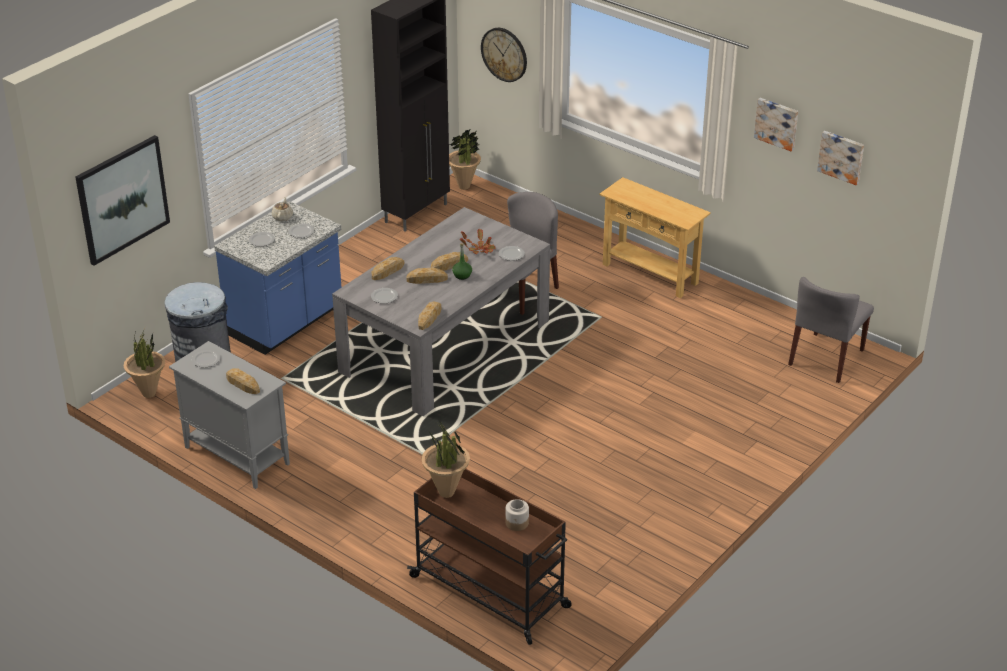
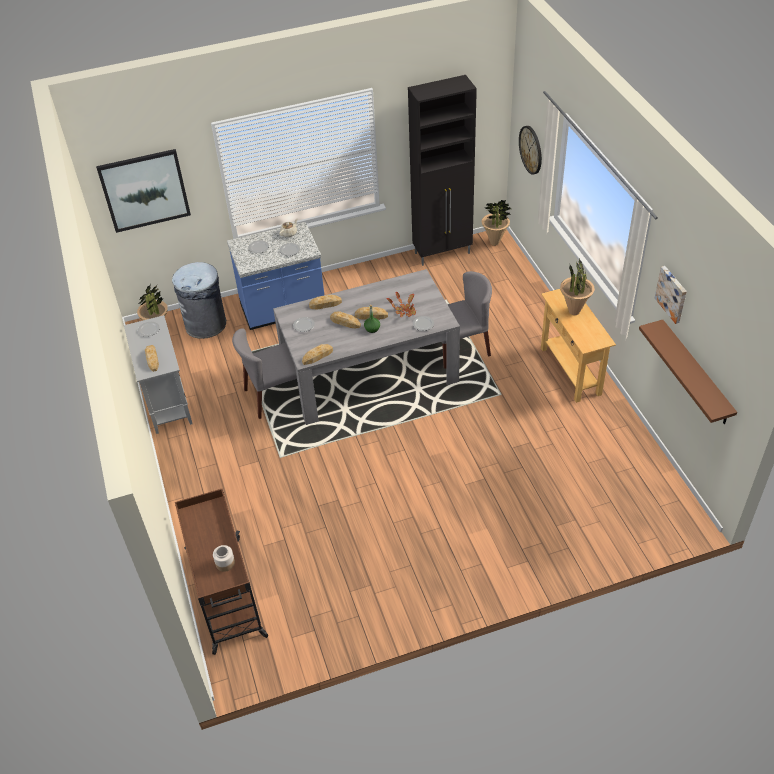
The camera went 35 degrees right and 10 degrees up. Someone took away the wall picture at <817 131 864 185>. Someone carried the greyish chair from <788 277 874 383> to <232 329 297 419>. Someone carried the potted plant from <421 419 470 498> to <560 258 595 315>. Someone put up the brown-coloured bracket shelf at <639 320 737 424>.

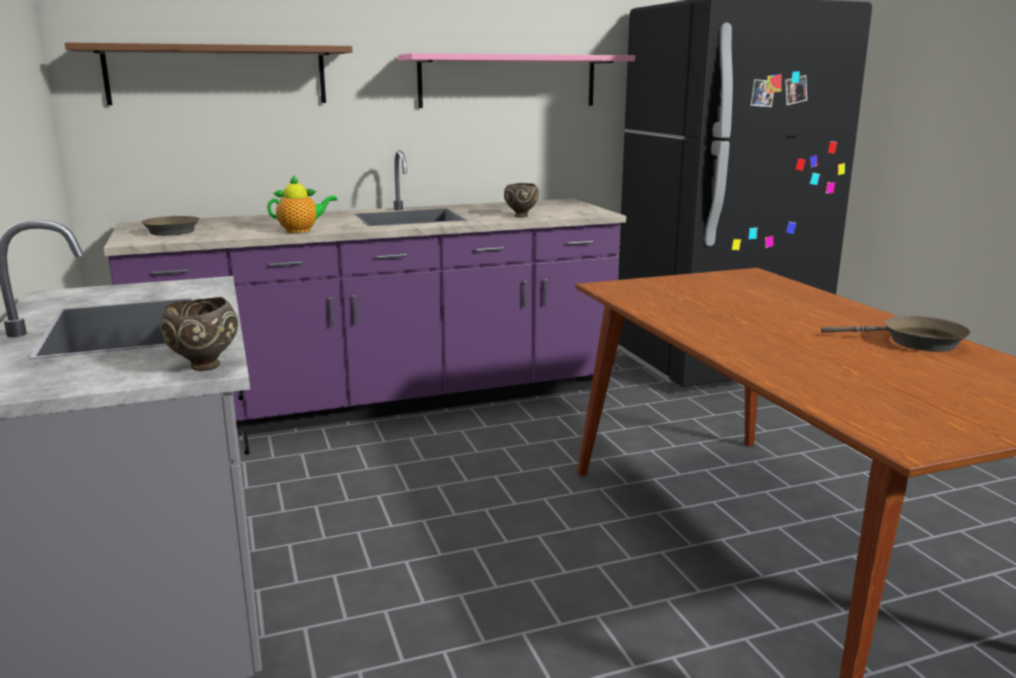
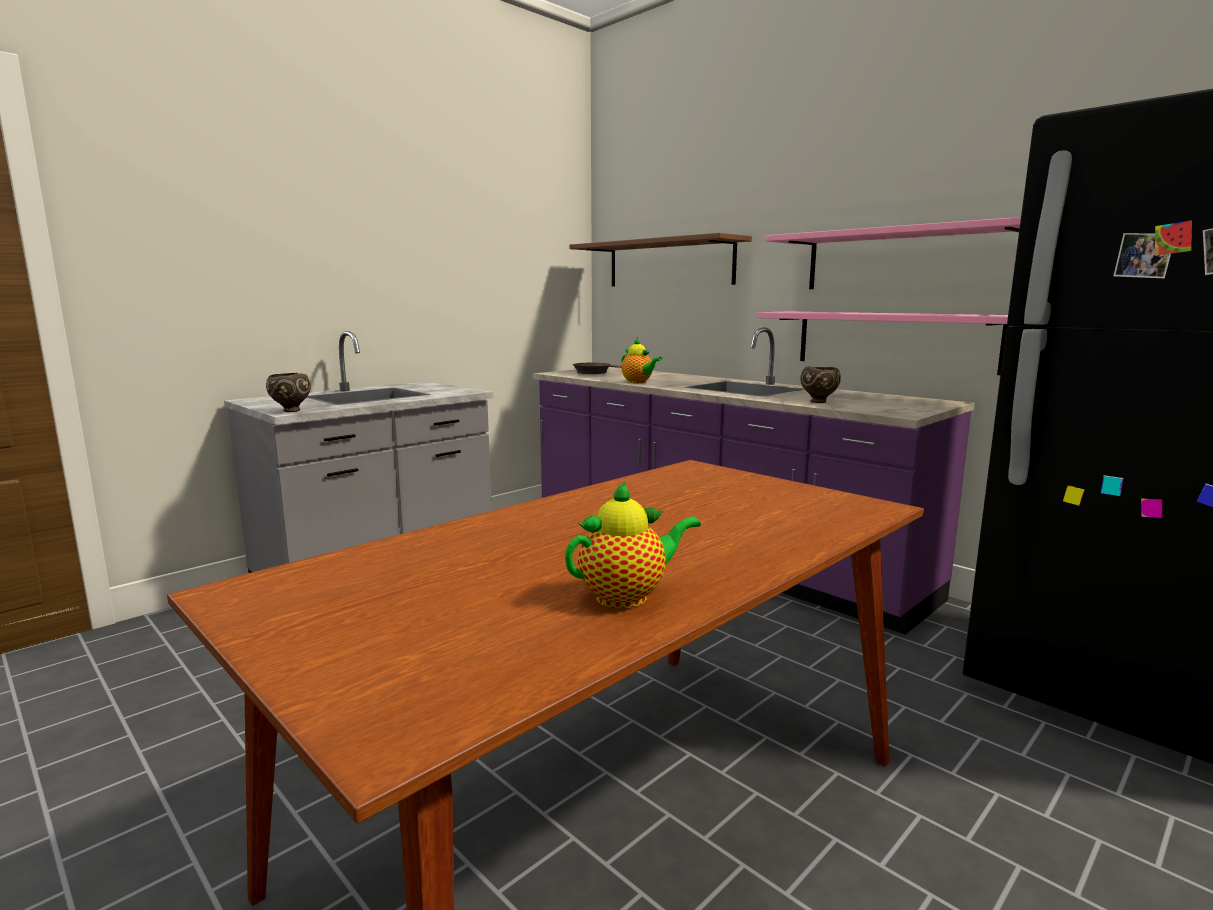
The camera went 65 degrees right and 5 degrees down. Someone swapped the brown-coloured frying pan at <821 316 970 352> for the teapot at <565 481 701 608>. Someone put up the pink bracket shelf at <757 311 1009 375>.

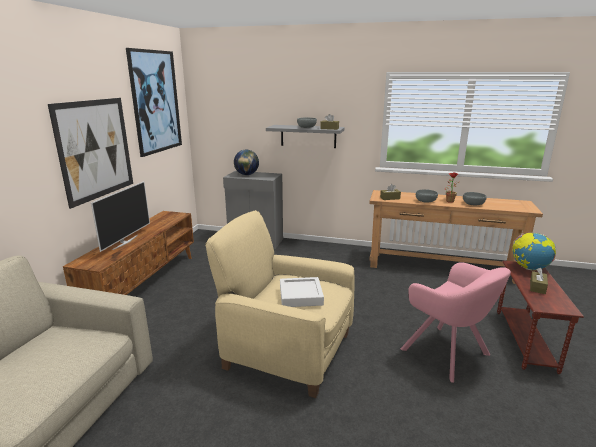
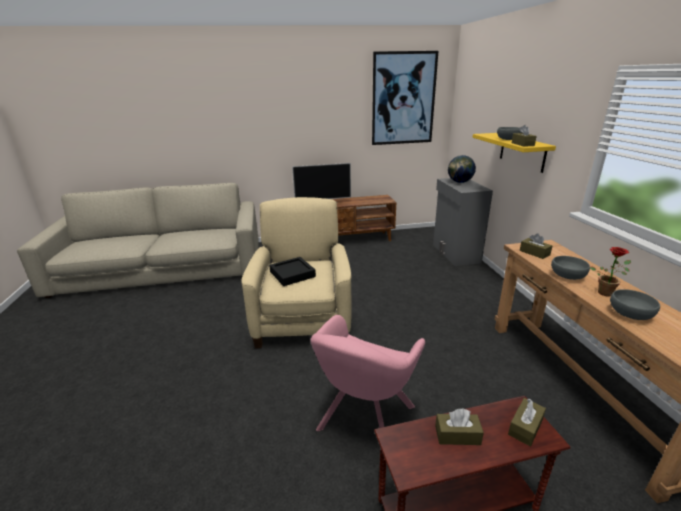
The camera went 65 degrees right and 5 degrees up. Someone took away the wall picture at <48 98 133 209>. Someone repainted the greyish bracket shelf at <266 125 345 148>, which became the yellow-coloured bracket shelf at <473 133 556 173>. Someone swapped the desk globe at <512 233 556 270> for the brown-coloured tissue holder at <508 398 546 447>. Someone repainted the white-coloured tray at <280 277 324 307>, which became the black tray at <269 257 316 286>.

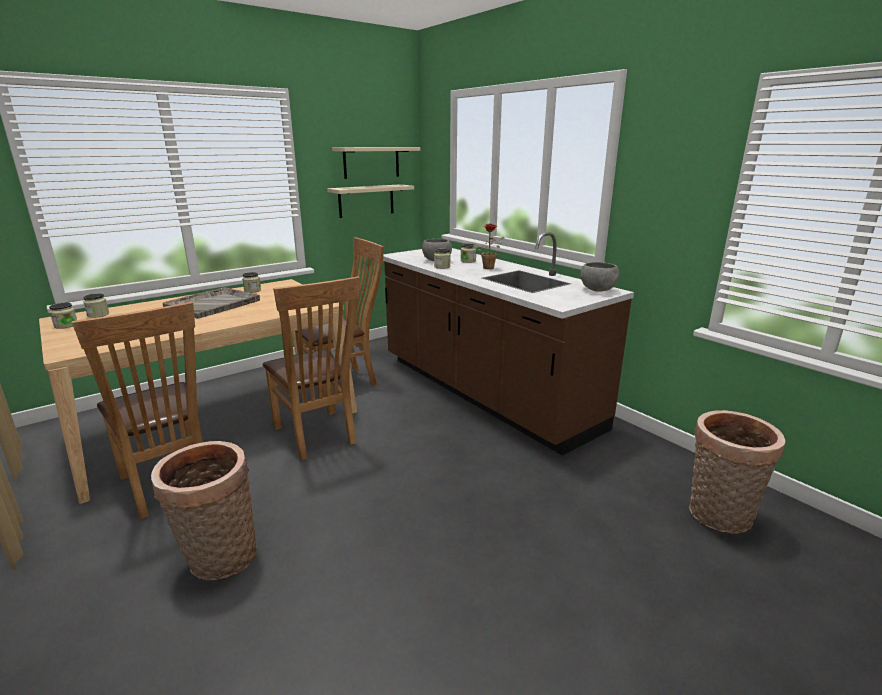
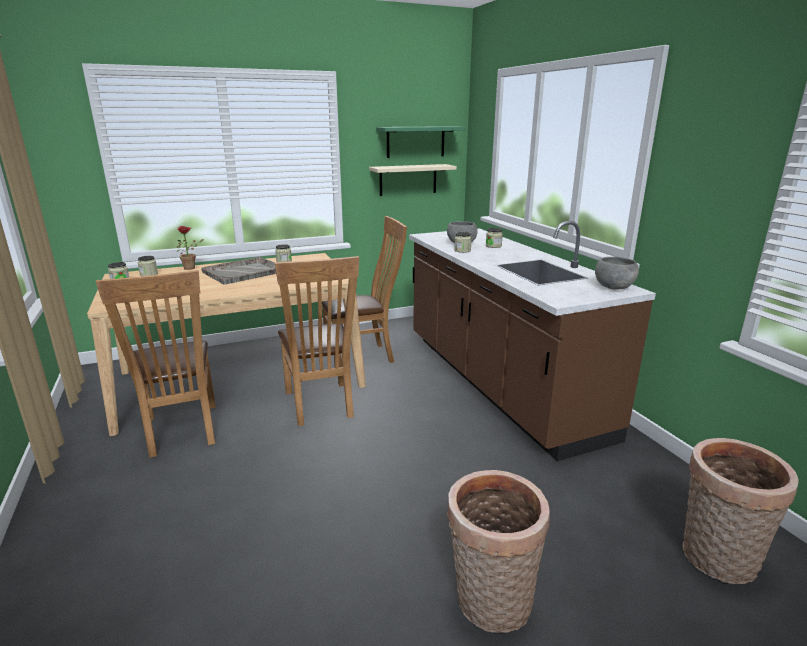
The camera went 15 degrees right and 0 degrees up. Someone repainted the beige bracket shelf at <332 147 420 179>, which became the green bracket shelf at <376 126 465 158>. Someone carried the potted plant from <473 224 504 269> to <177 226 204 270>. Someone carried the storage basket from <151 441 257 581> to <447 470 550 633>.

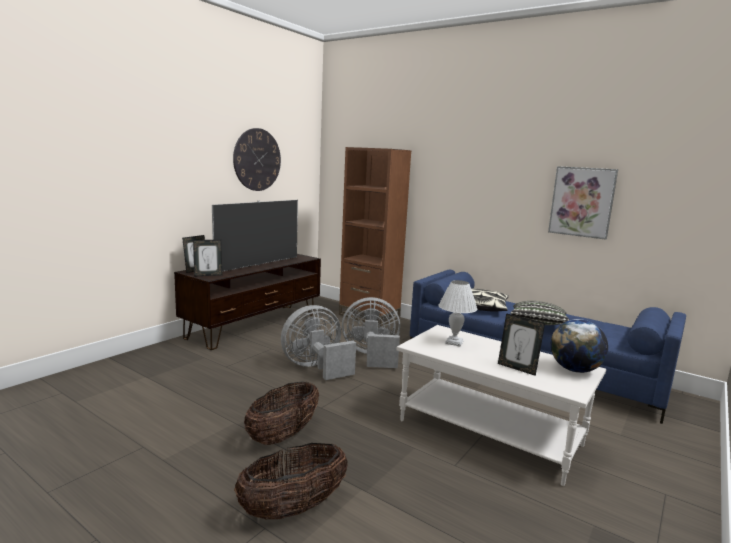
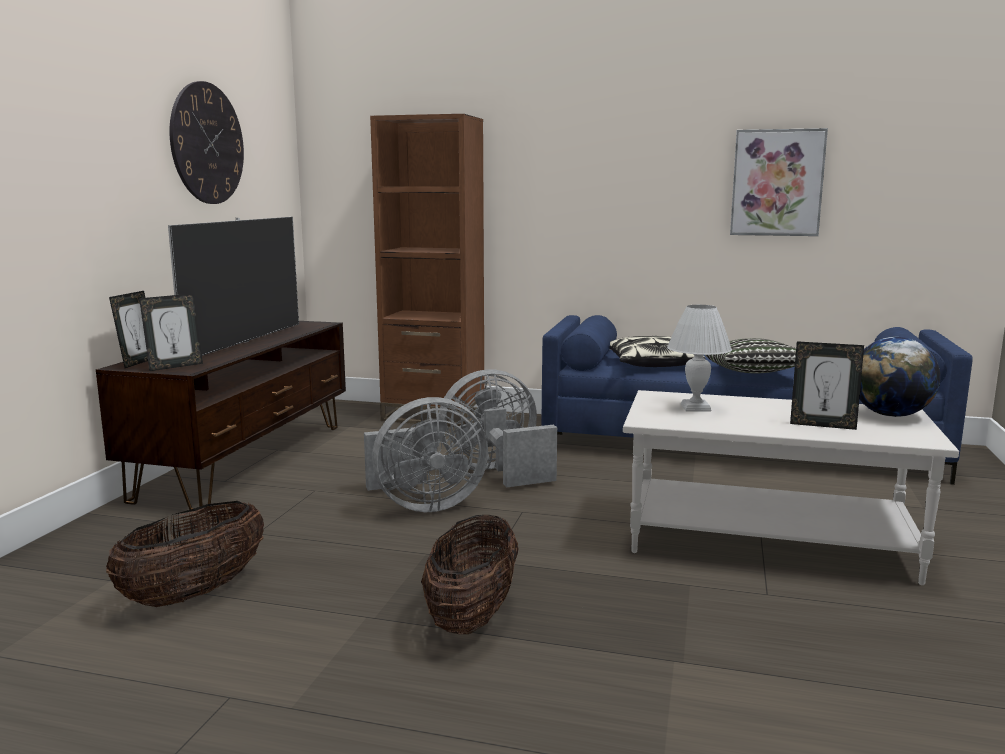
The camera went 20 degrees left and 0 degrees up. Someone rotated the greyish cooling fan at <281 305 356 380> by 150 degrees counterclockwise. Someone carried the storage basket from <234 443 348 519> to <106 501 264 607>.

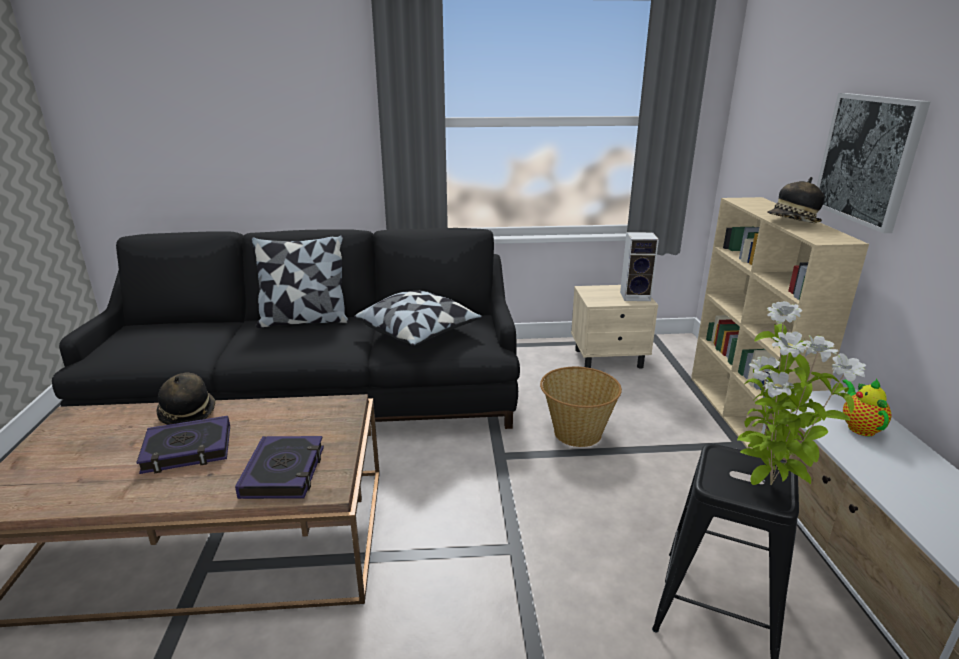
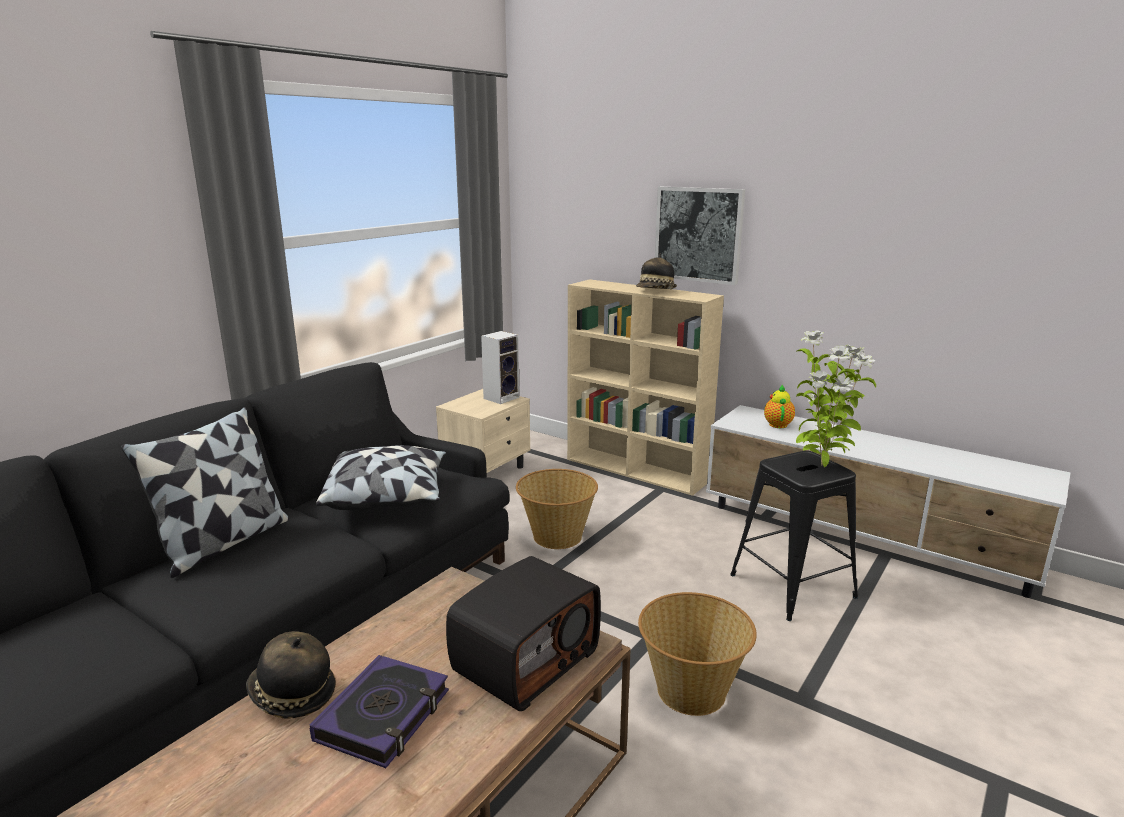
The camera went 50 degrees left and 5 degrees down. Someone rotated the teapot at <843 378 892 436> by 60 degrees clockwise. Someone swapped the book at <235 436 324 499> for the radio receiver at <446 556 601 711>. Someone put down the storage basket at <638 592 757 716>.

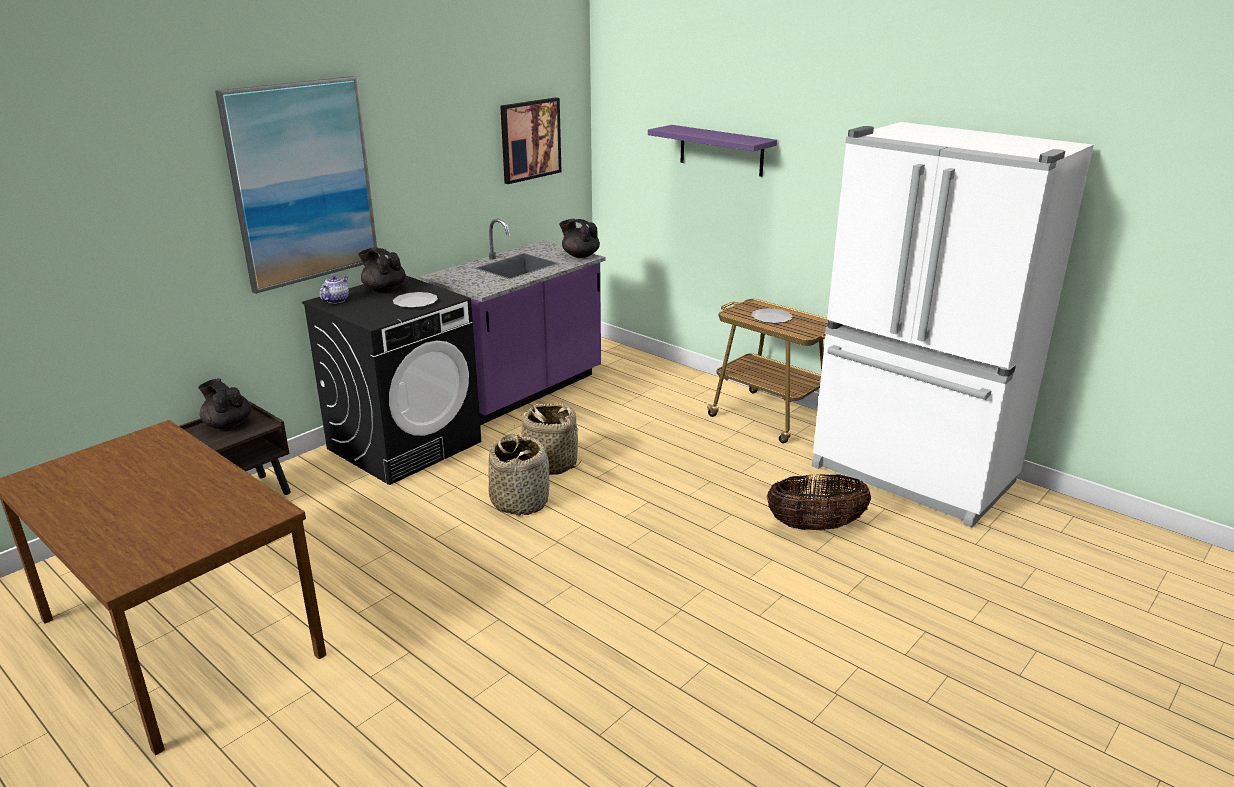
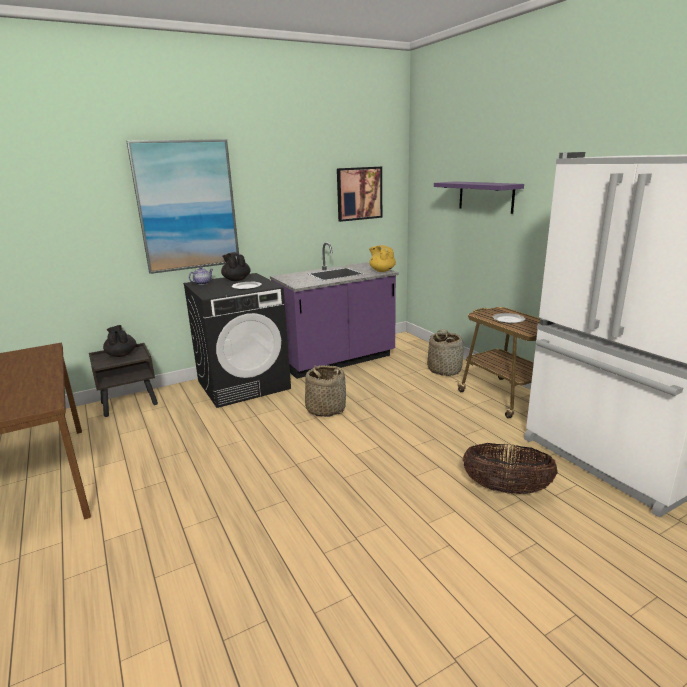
The camera went 20 degrees right and 5 degrees down. Someone repainted the black teapot at <559 219 600 258>, which became the yellow-coloured teapot at <369 245 396 272>. Someone carried the storage basket from <488 434 549 516> to <427 329 464 376>.

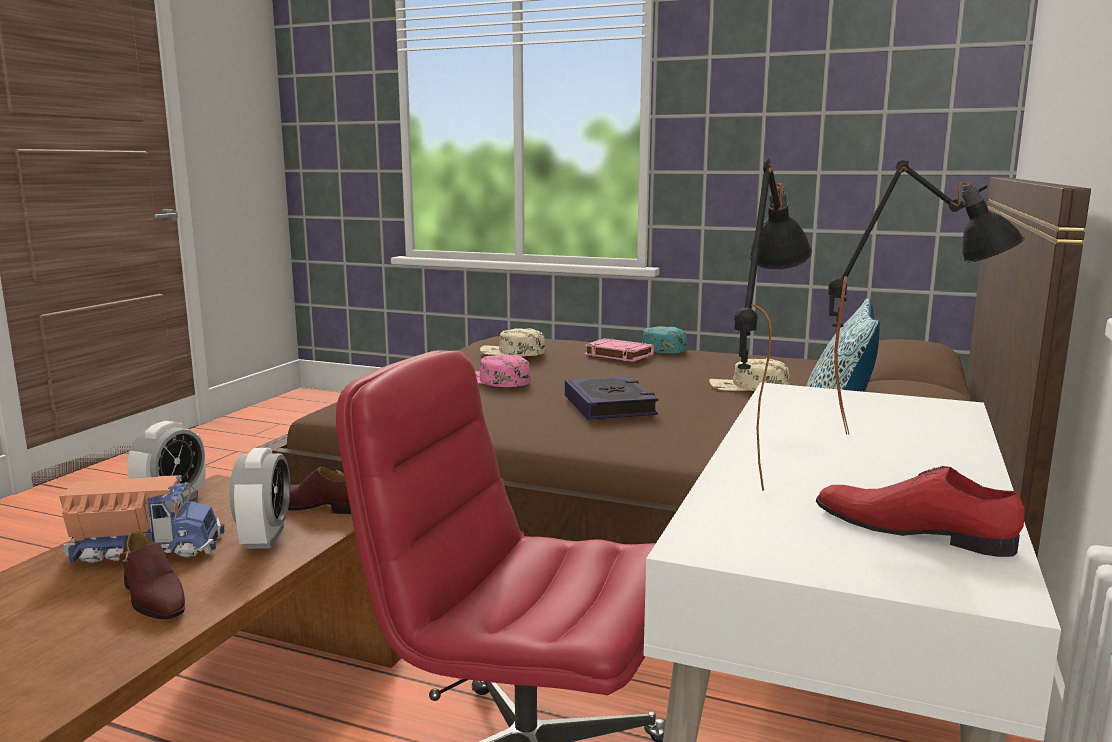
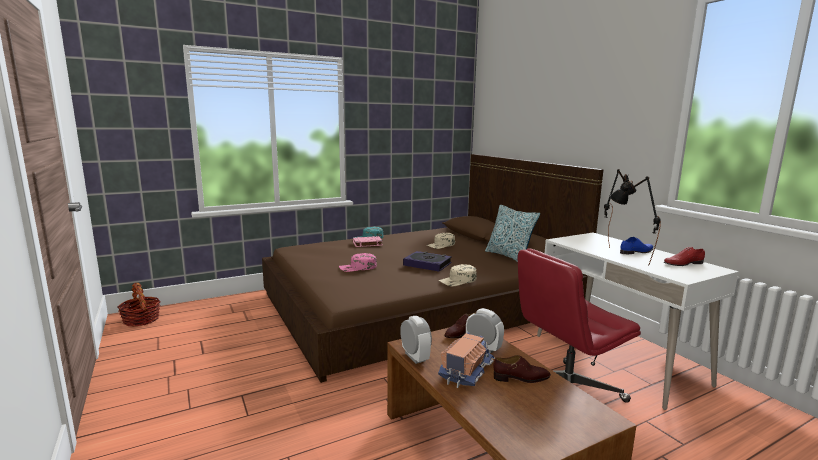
The camera went 50 degrees left and 0 degrees up. Someone carried the beige baseball cap from <480 328 546 356> to <439 264 477 286>. Someone put down the blue low shoe at <620 237 653 254>. Someone put down the storage basket at <118 283 161 326>.

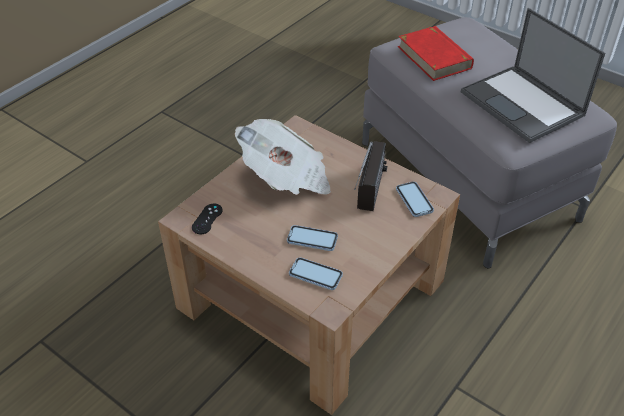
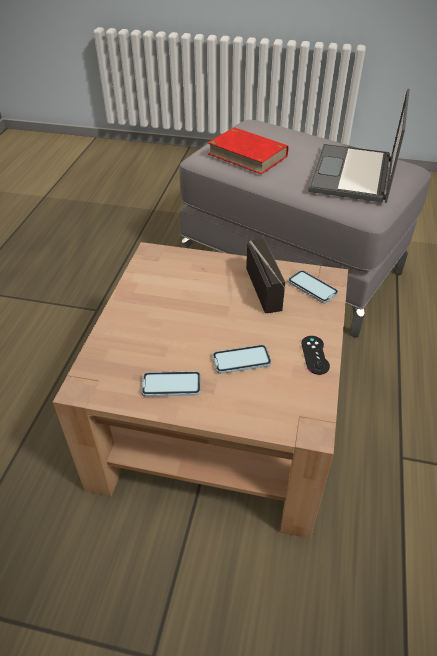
The camera went 25 degrees left and 0 degrees up. Someone rotated the notebook computer at <461 8 605 143> by 75 degrees clockwise. Someone took away the newspaper at <235 119 331 195>. Someone carried the black joypad from <192 204 223 234> to <301 336 330 375>. Someone carried the telephone from <289 257 343 290> to <141 371 201 397>.

